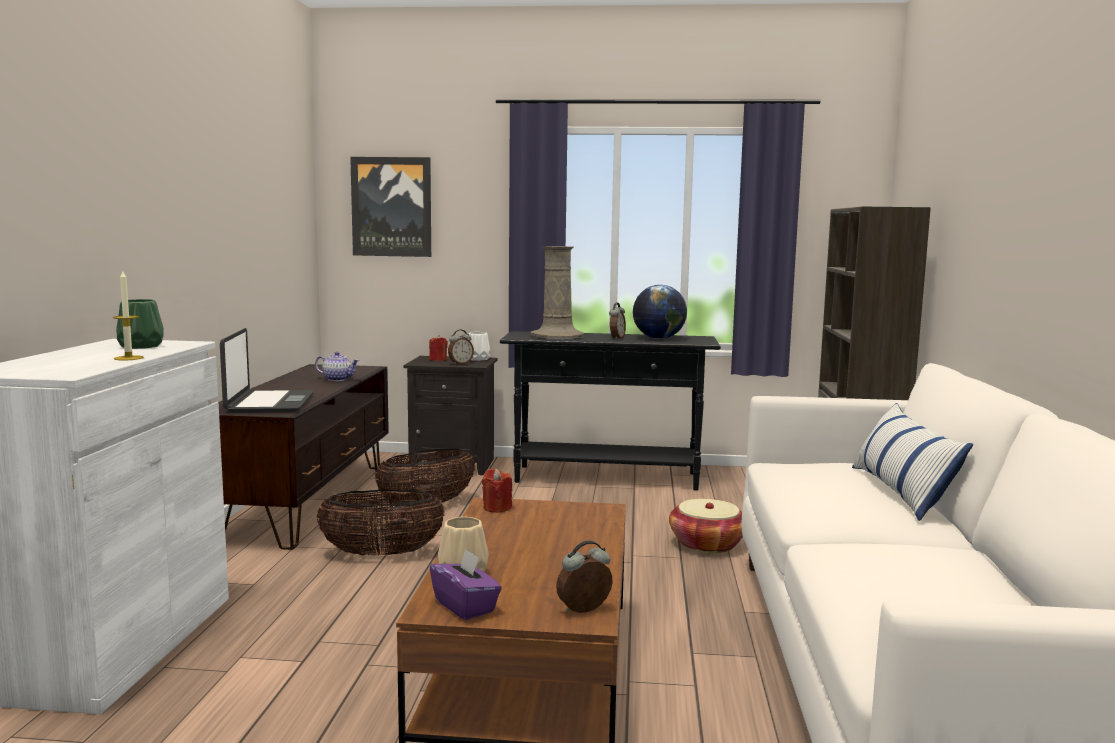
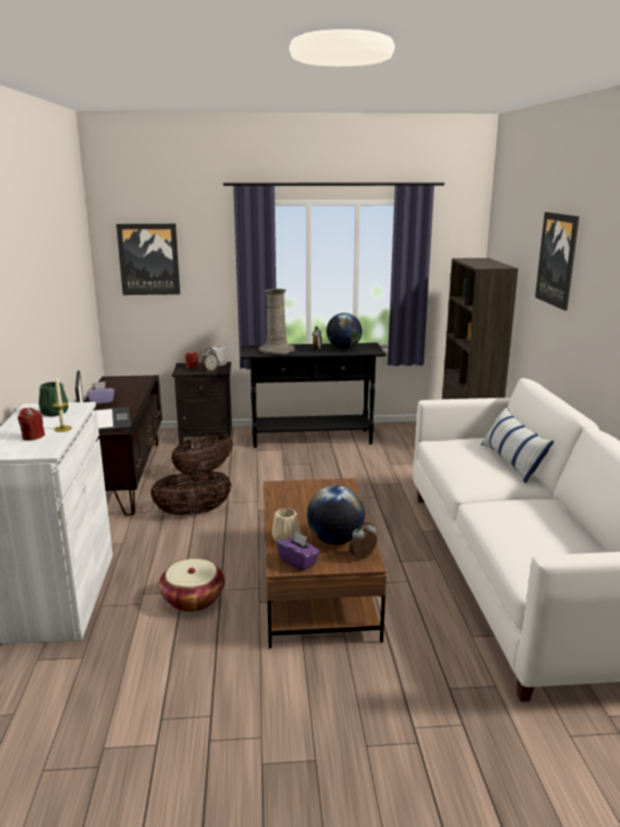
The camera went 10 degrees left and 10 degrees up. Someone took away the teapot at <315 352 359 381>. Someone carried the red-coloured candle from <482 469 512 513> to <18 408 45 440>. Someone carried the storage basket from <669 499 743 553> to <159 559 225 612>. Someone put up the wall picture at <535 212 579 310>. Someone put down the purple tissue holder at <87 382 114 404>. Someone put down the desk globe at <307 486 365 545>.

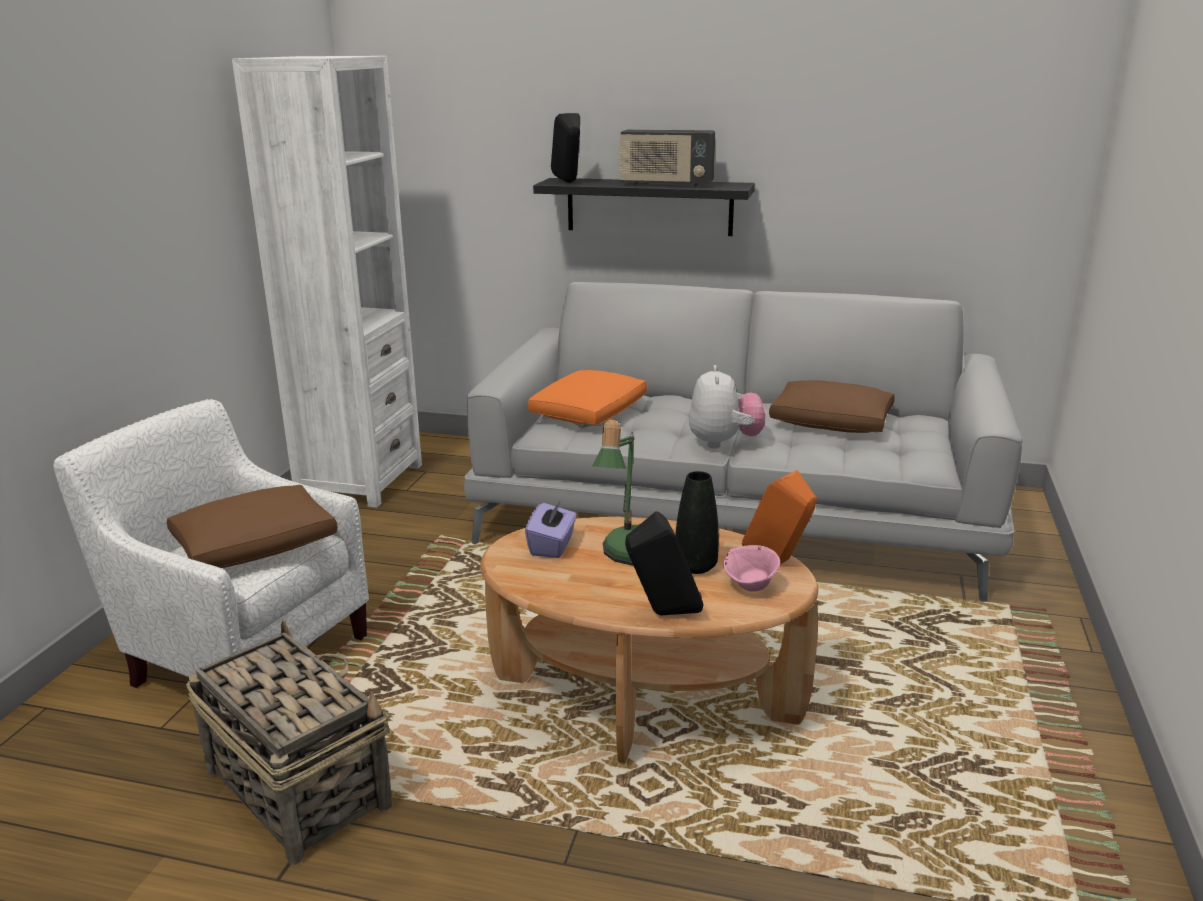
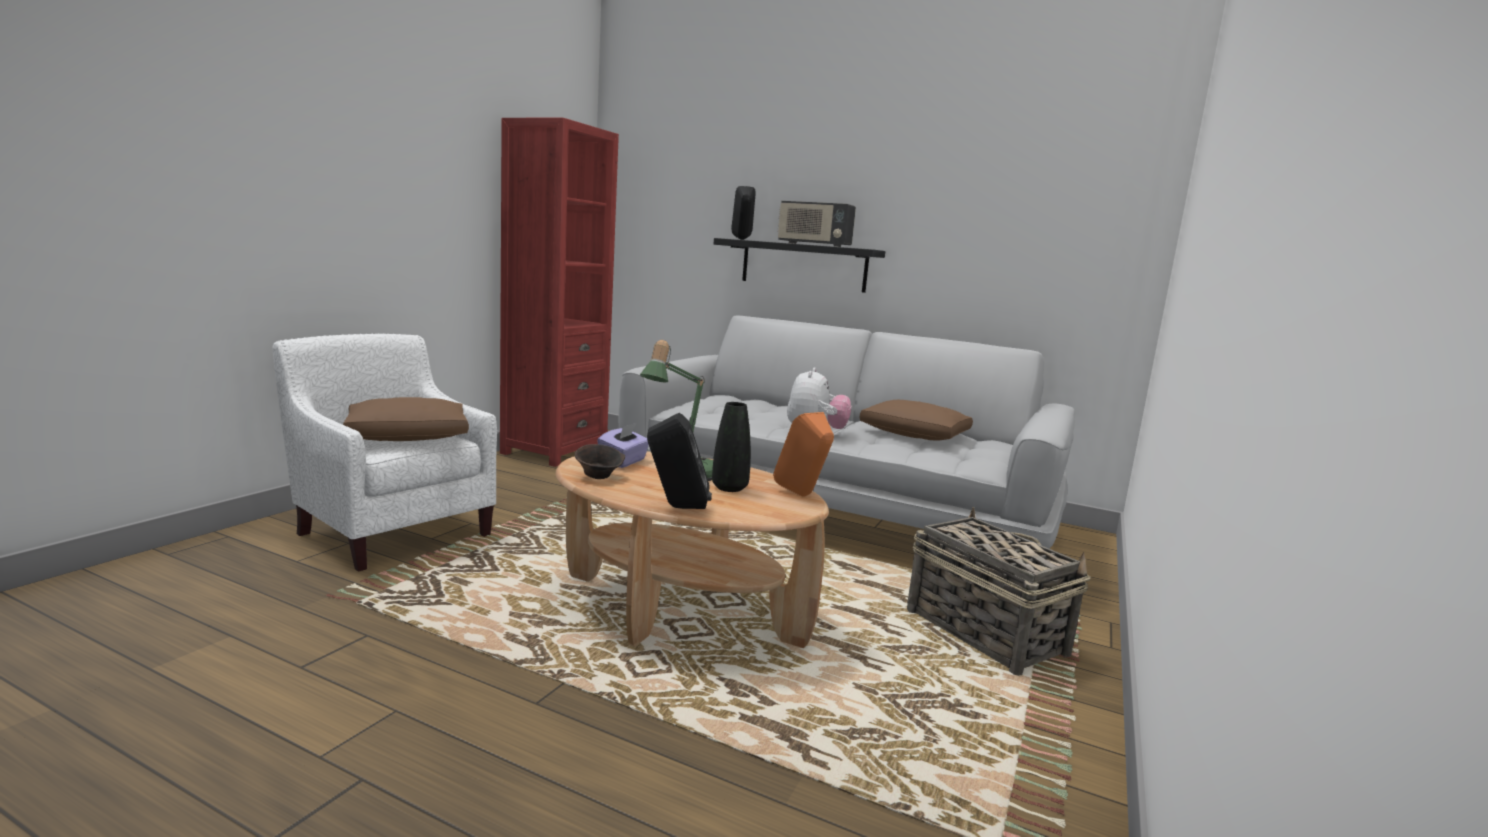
The camera went 10 degrees right and 10 degrees down. Someone repainted the white-coloured bookshelf at <232 56 422 508>, which became the red-coloured bookshelf at <500 118 619 467>. Someone took away the orange-coloured cushion at <527 370 647 425>. Someone took away the pink serving bowl at <723 545 780 592>. Someone carried the storage basket from <186 620 392 865> to <907 507 1091 676>. Someone put down the brown-coloured serving bowl at <575 444 625 479>.

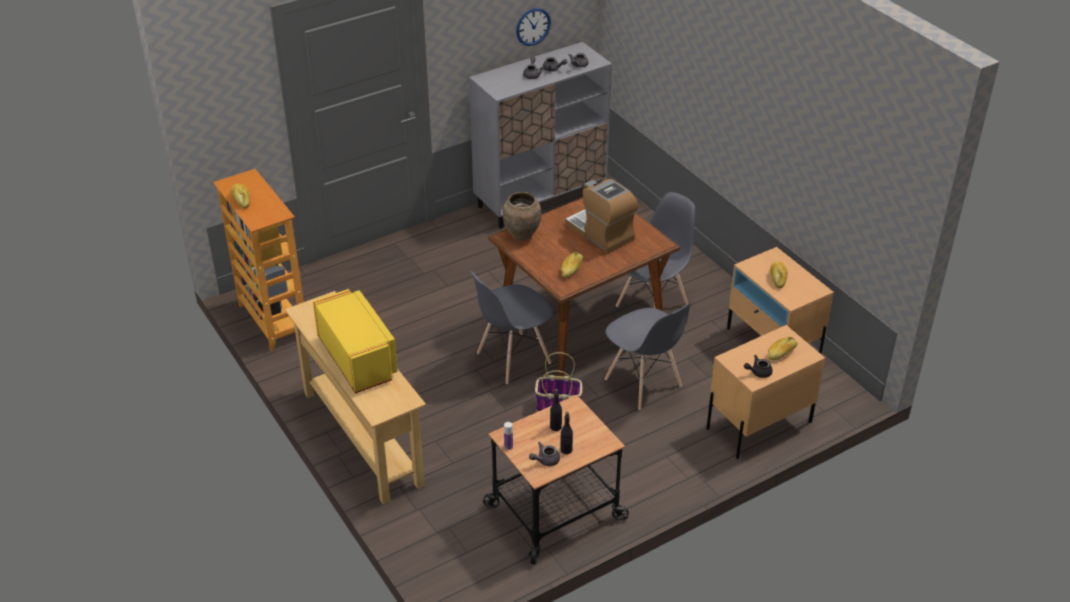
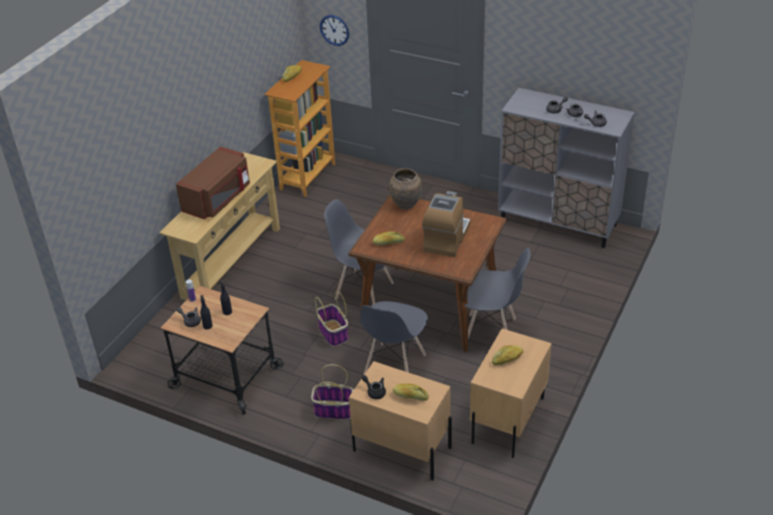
The camera went 60 degrees right and 0 degrees up. Someone carried the wall clock from <516 8 551 46> to <320 15 349 46>. Someone repainted the yellow-coloured kitchen microwave at <313 289 398 393>, which became the brown-coloured kitchen microwave at <176 146 250 219>. Someone put down the storage basket at <311 364 354 420>.

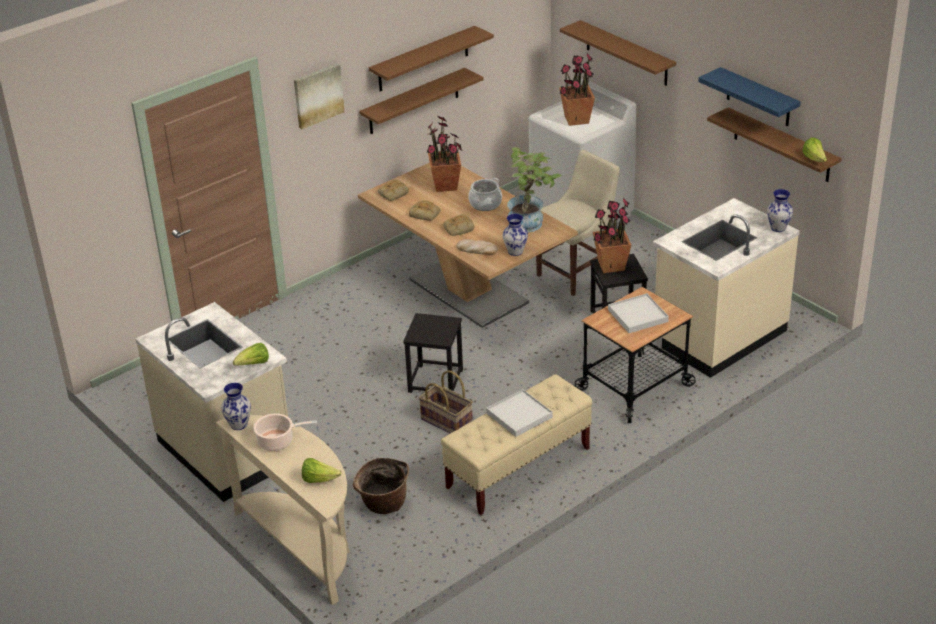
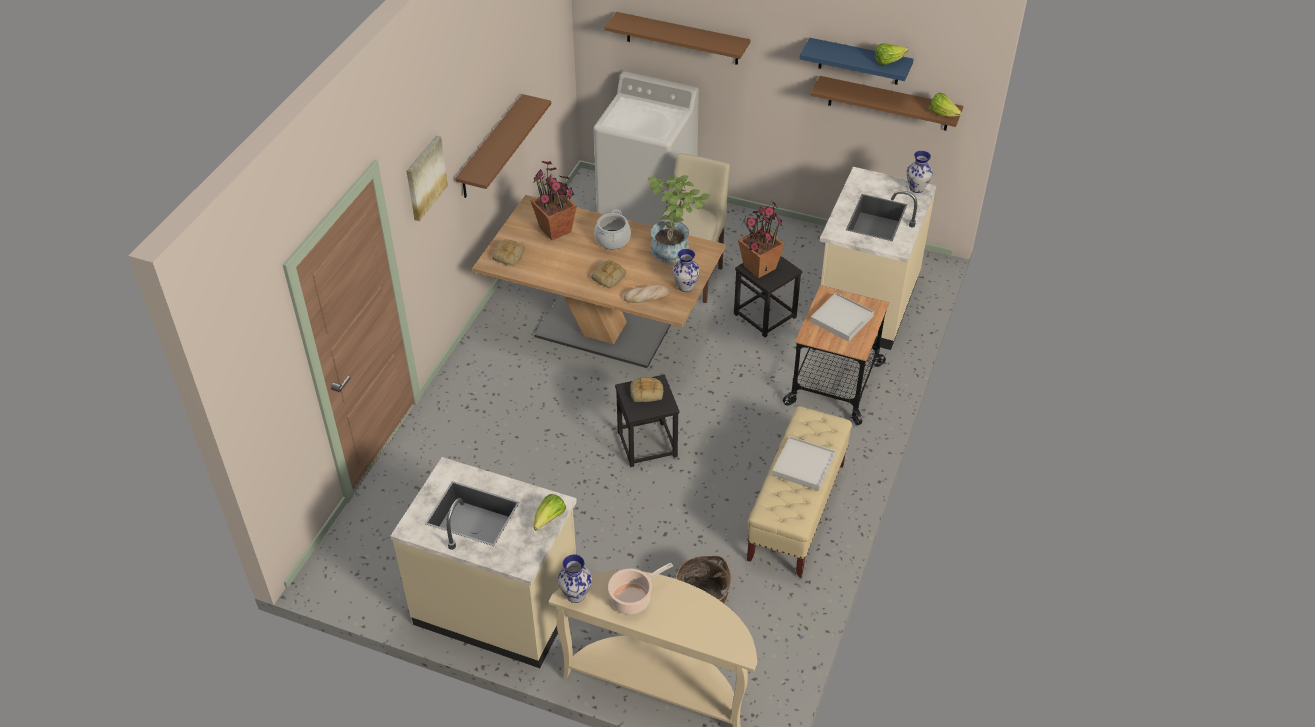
The camera went 30 degrees left and 10 degrees up. Someone took away the brown-coloured bracket shelf at <369 26 494 91>. Someone took away the potted plant at <559 53 595 126>. Someone carried the bakery bread from <409 200 441 221> to <630 377 663 402>. Someone took away the storage basket at <419 370 473 433>. Someone carried the head of lettuce from <302 458 341 483> to <875 43 908 65>.

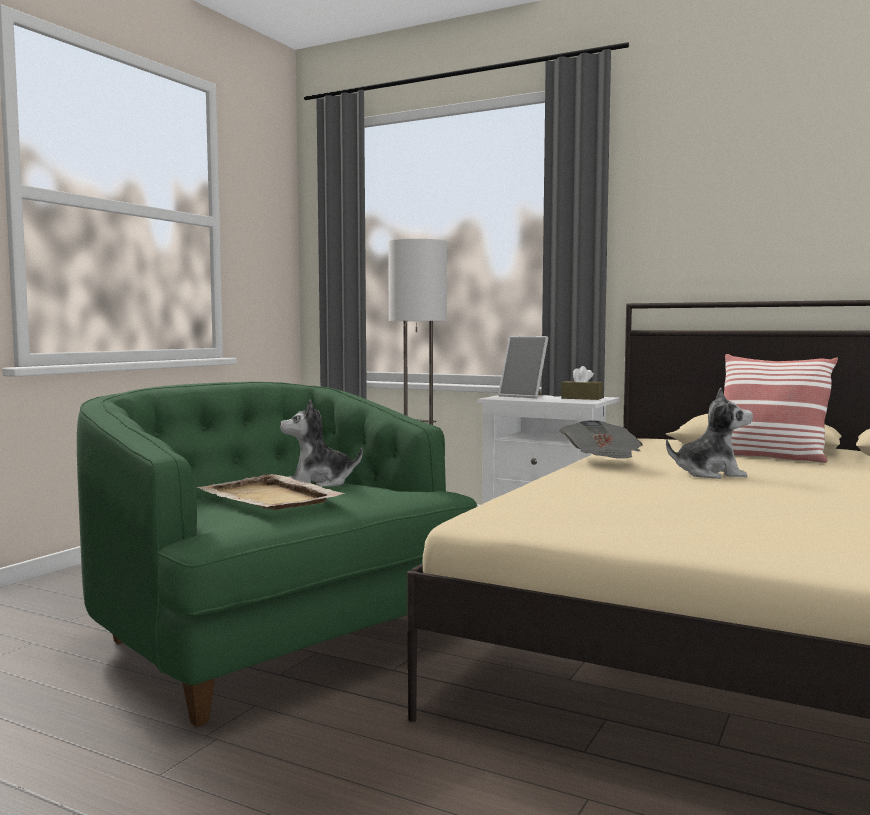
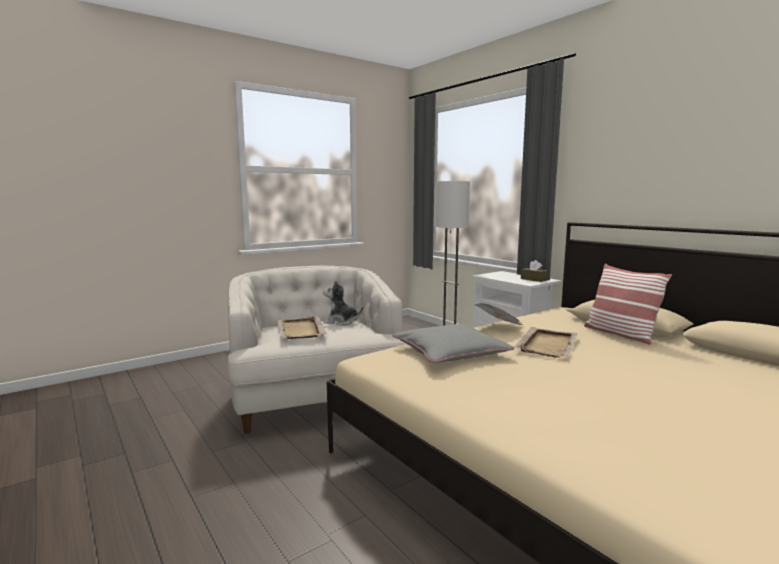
The camera went 25 degrees right and 5 degrees up. Someone took away the picture frame at <498 336 548 398>. Someone repainted the green armchair at <77 382 477 727>, which became the white-coloured armchair at <228 266 406 433>. Someone swapped the plush toy at <666 388 753 479> for the beige tray at <514 327 578 358>. Someone put down the greyish cushion at <393 324 514 363>.

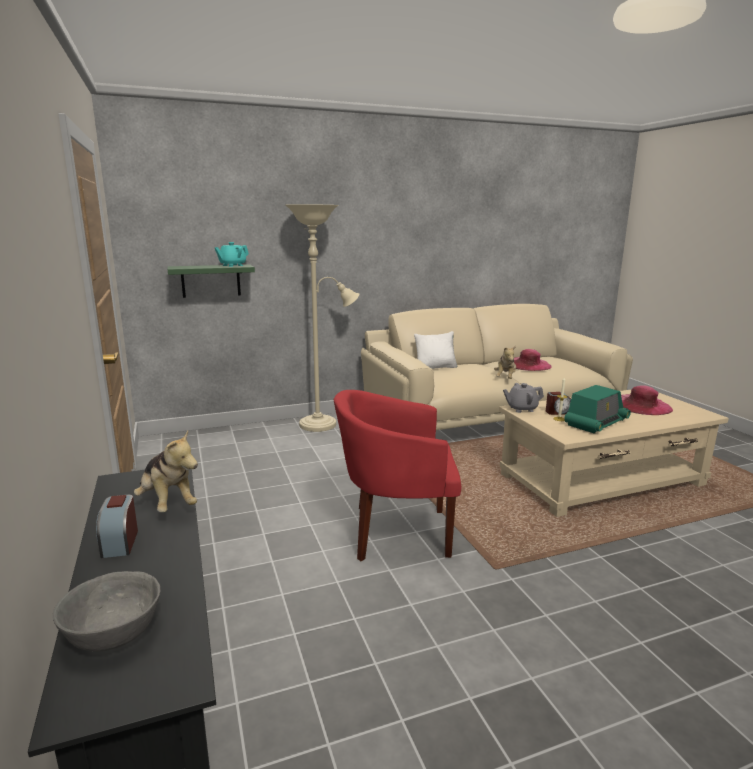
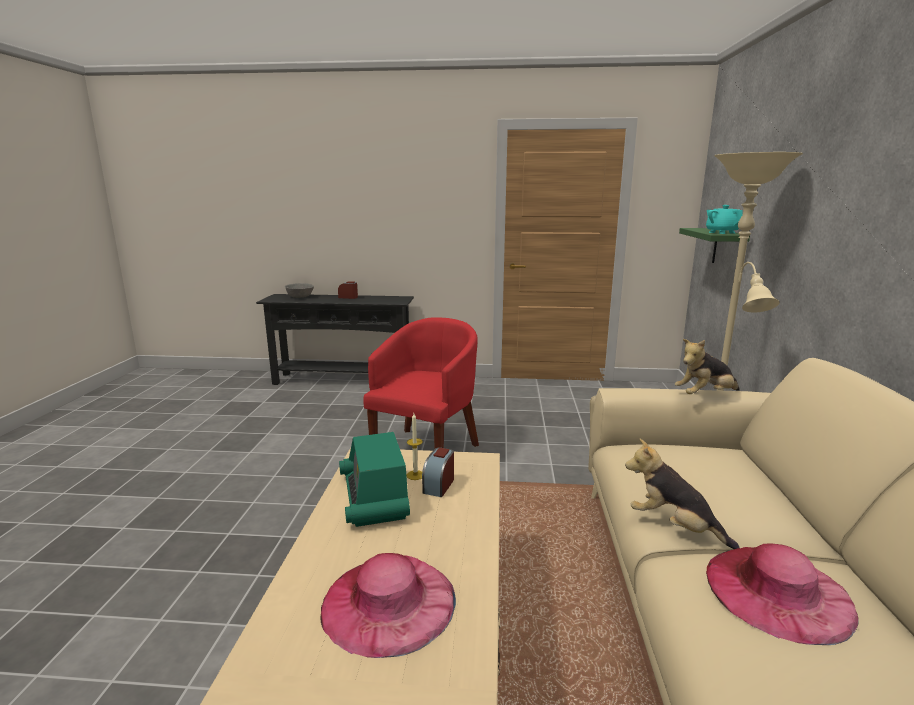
The camera went 115 degrees right and 0 degrees up. Someone took away the white-coloured cushion at <414 331 457 369>. Someone took away the greyish teapot at <503 383 544 413>. Someone carried the plush toy from <134 430 198 512> to <675 339 739 394>.

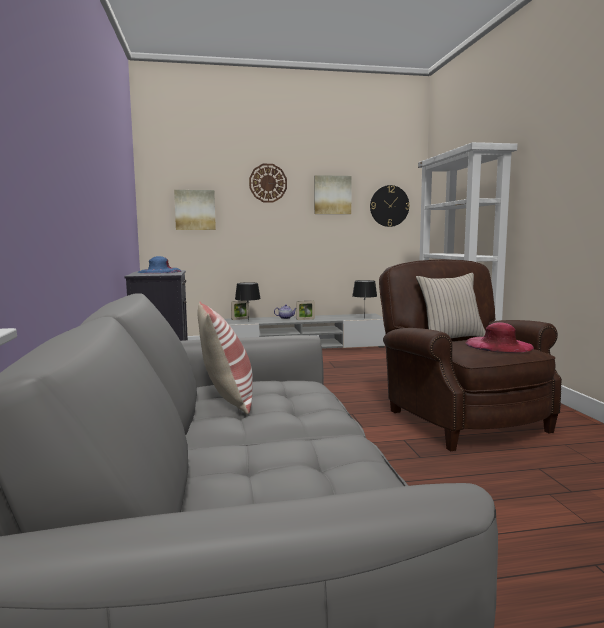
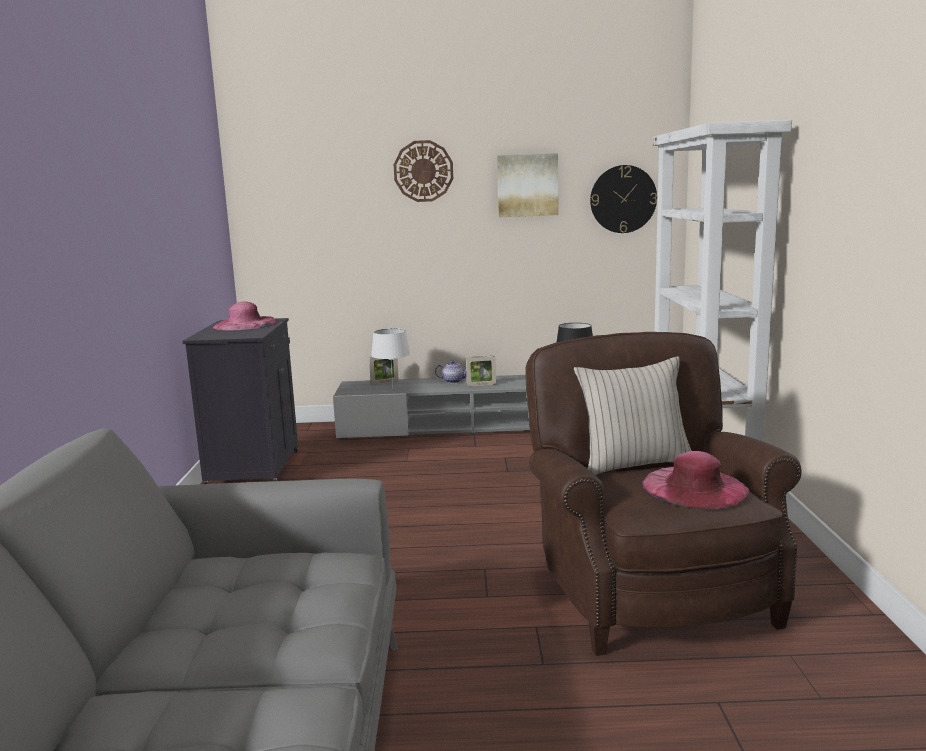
The camera went 10 degrees right and 5 degrees up. Someone took away the wall picture at <174 190 216 230>. Someone repainted the blue clothing hat at <138 256 181 273>, which became the pink clothing hat at <213 302 277 330>. Someone repainted the black tabletop lamp at <235 282 261 322>, which became the white-coloured tabletop lamp at <371 328 410 388>. Someone took away the cushion at <198 302 253 414>.

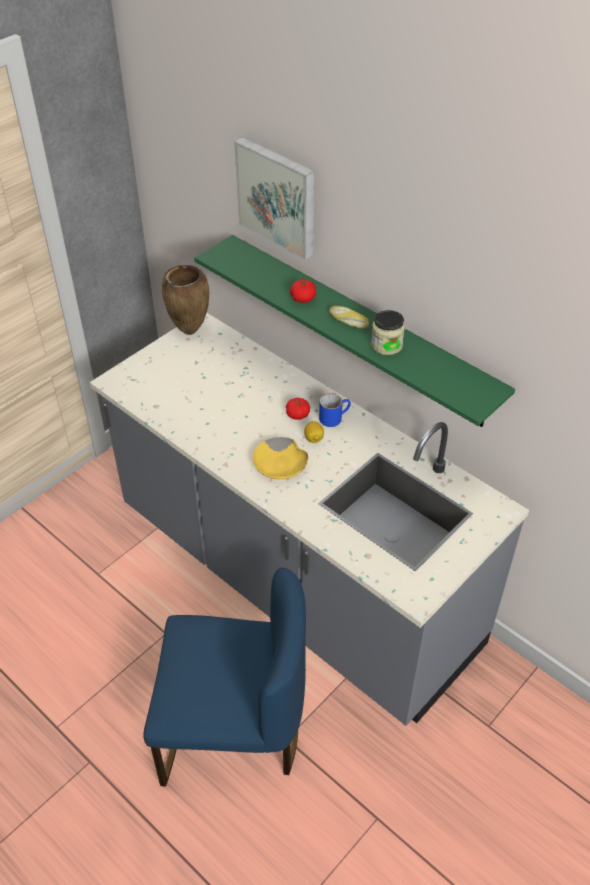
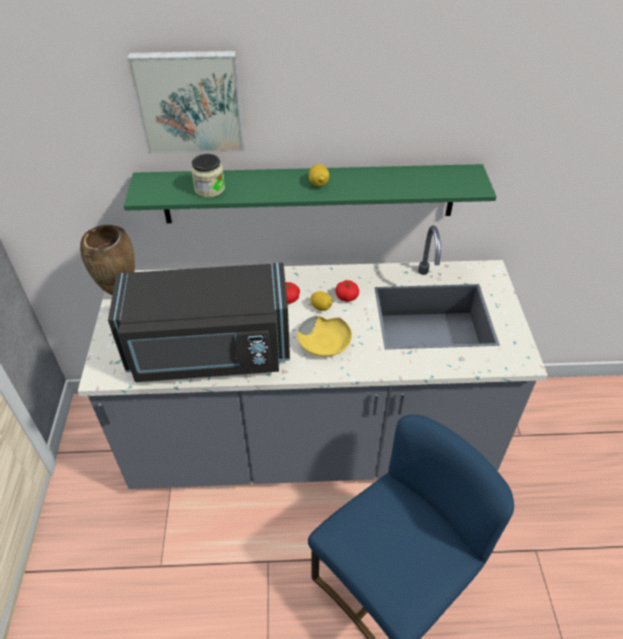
The camera went 45 degrees left and 0 degrees up. Someone carried the whole tomato from <290 279 316 303> to <335 280 359 302>. Someone swapped the bakery bread at <329 306 369 328> for the lemon at <309 164 329 186>. Someone carried the preserve jar from <371 310 405 355> to <191 154 225 198>. Someone took away the blue coffee mug at <319 394 351 427>. Someone put down the black kitchen microwave at <108 263 290 382>.

